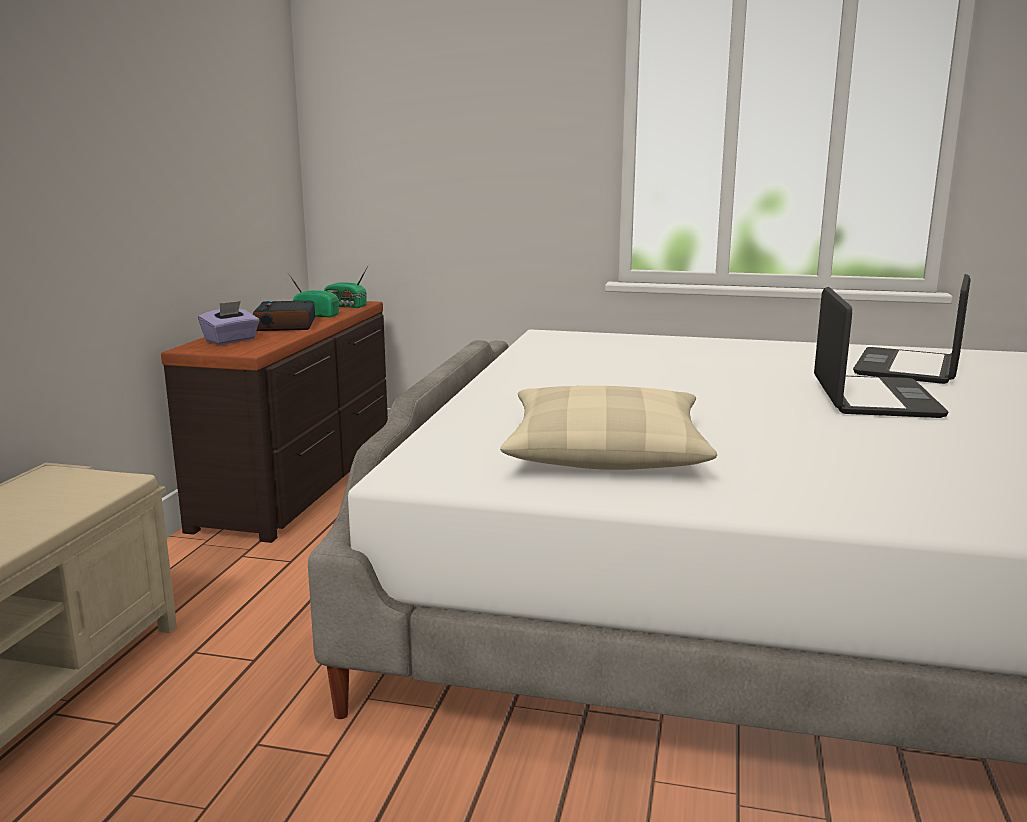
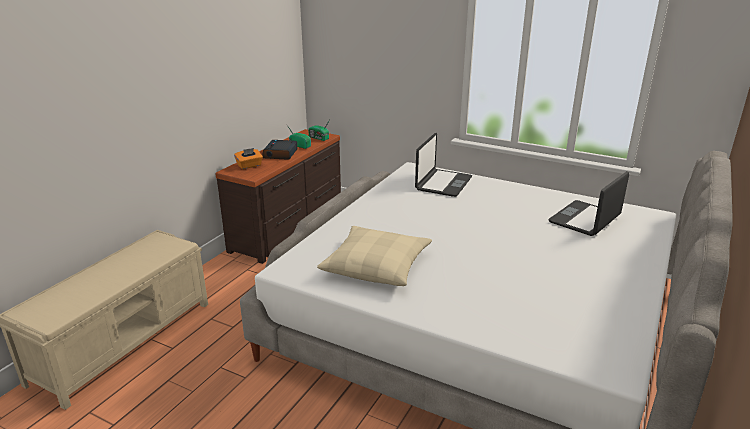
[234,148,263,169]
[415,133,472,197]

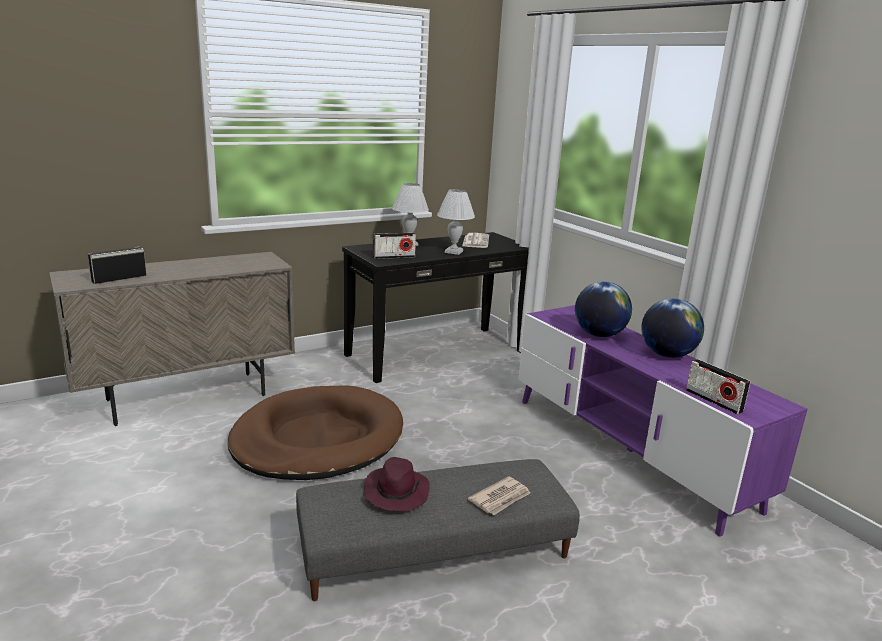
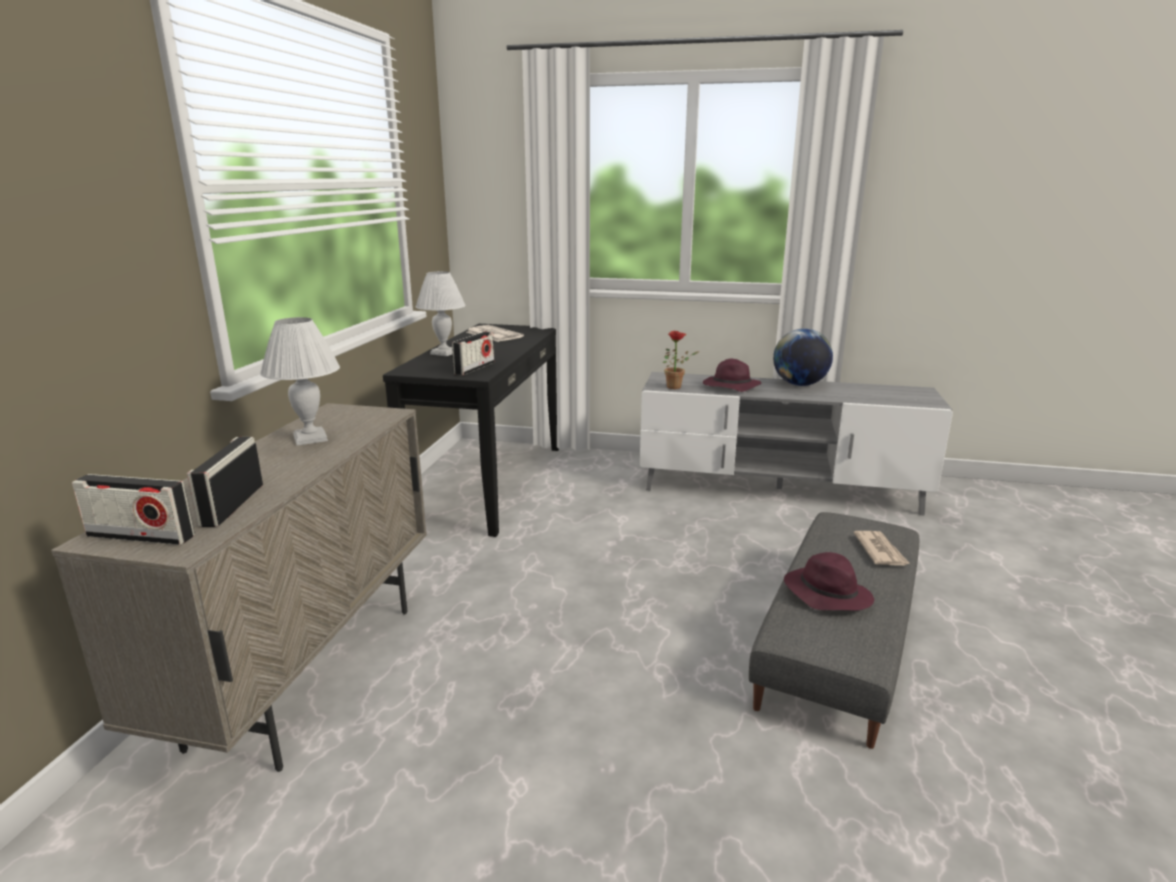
[72,474,195,545]
[260,317,340,446]
[640,372,953,516]
[663,331,700,389]
[703,359,761,392]
[228,386,403,480] (first image)

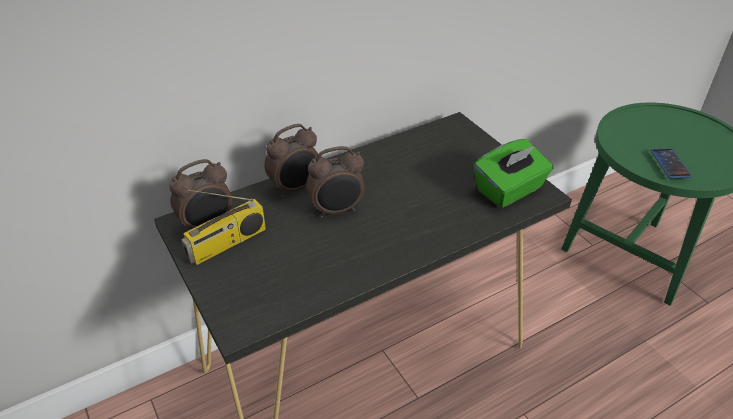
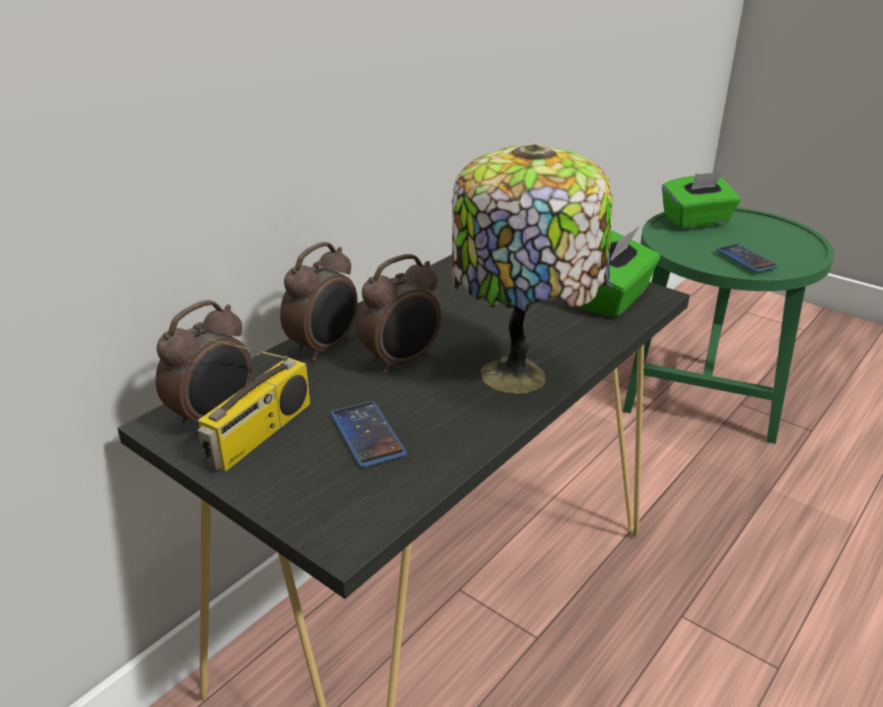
[330,401,407,468]
[452,144,612,394]
[662,172,741,228]

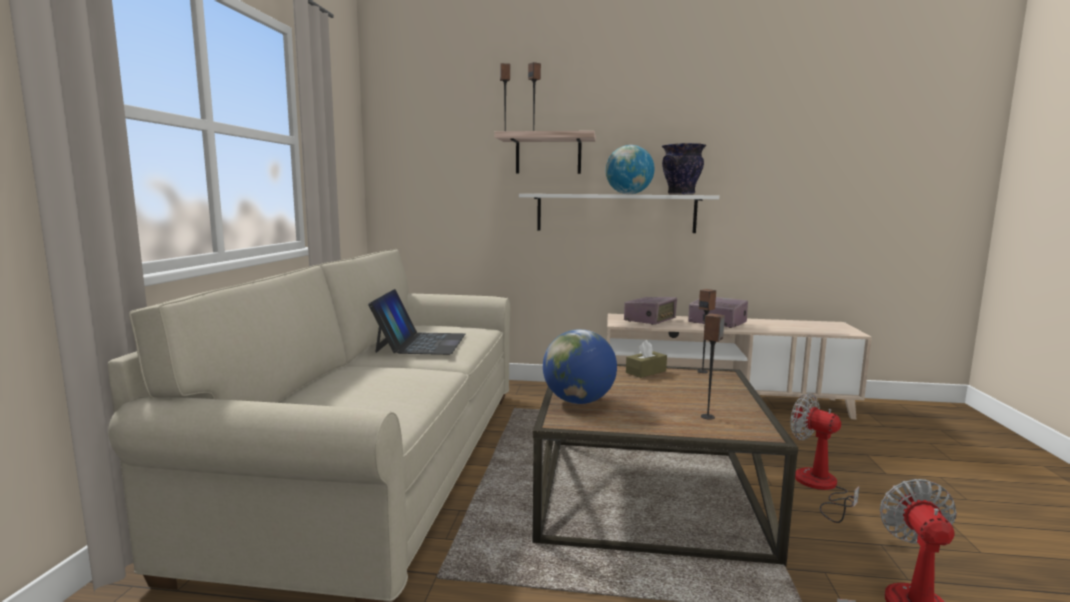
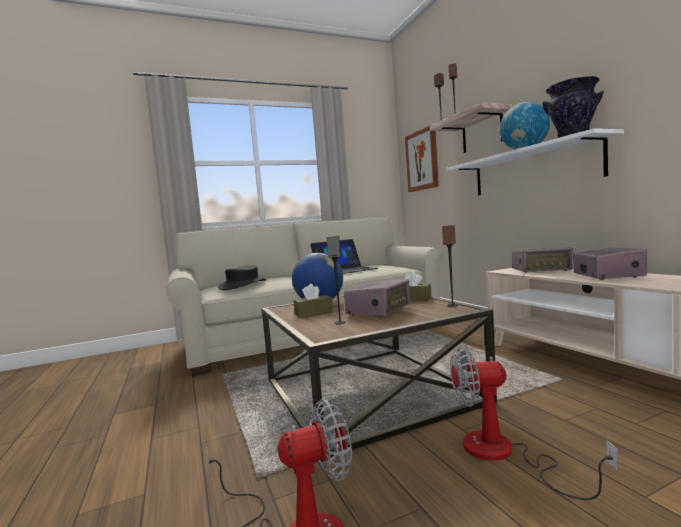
[218,265,267,290]
[293,284,333,318]
[344,279,410,317]
[405,126,439,192]
[450,346,618,500]

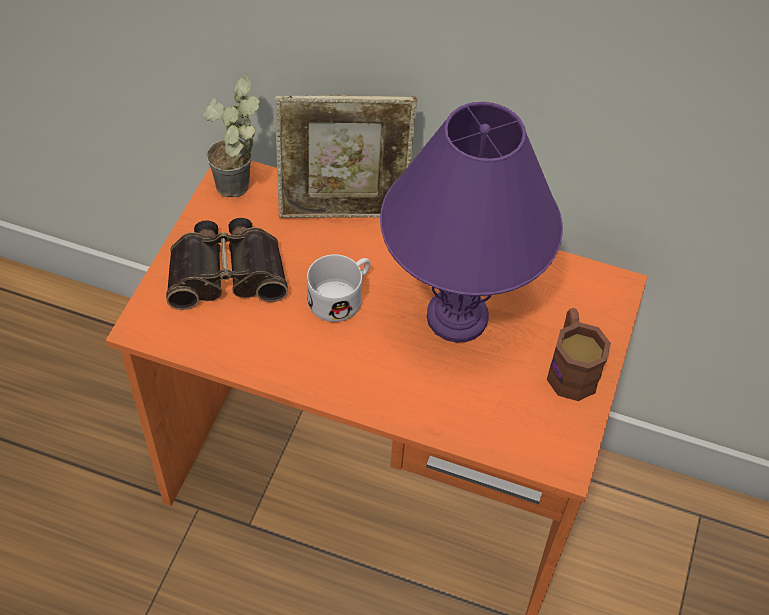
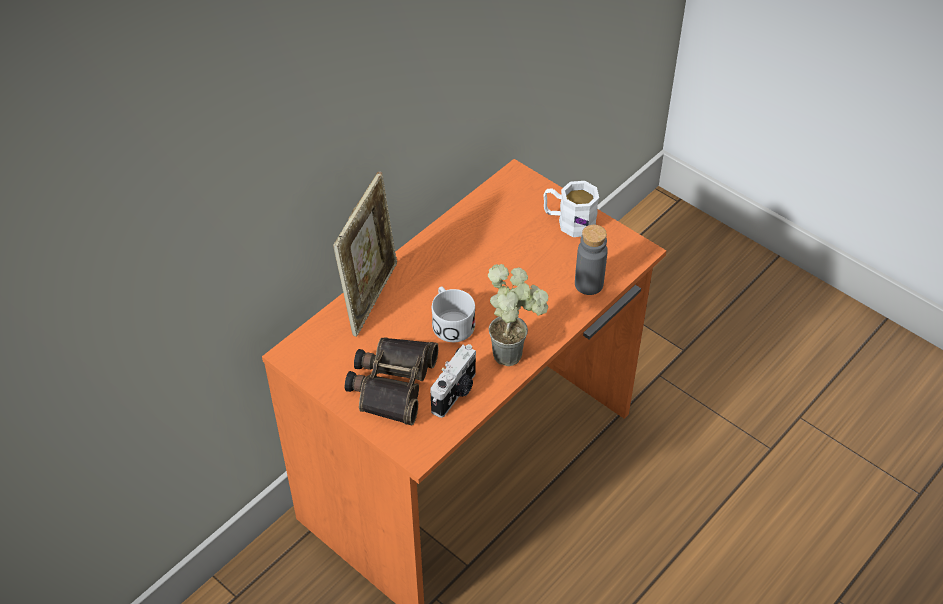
[430,344,476,418]
[488,264,548,366]
[543,181,599,237]
[575,225,608,295]
[380,102,563,342] (first image)

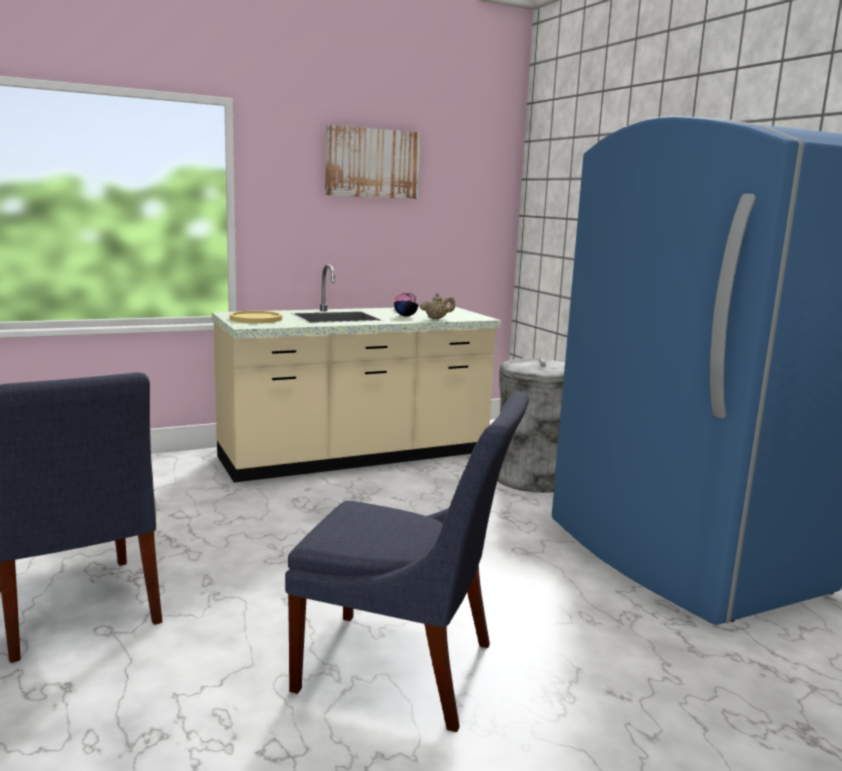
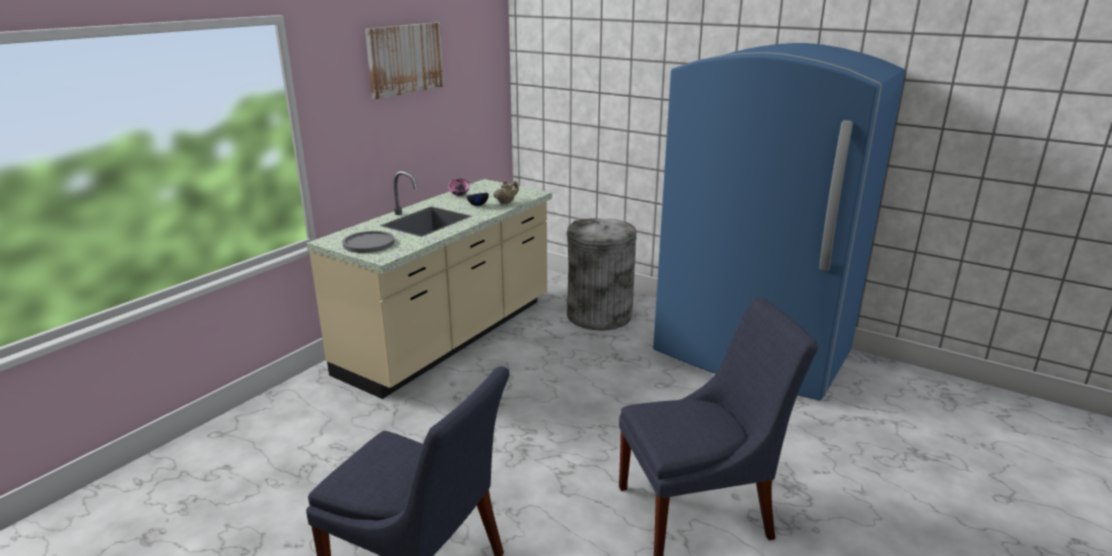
[342,231,395,253]

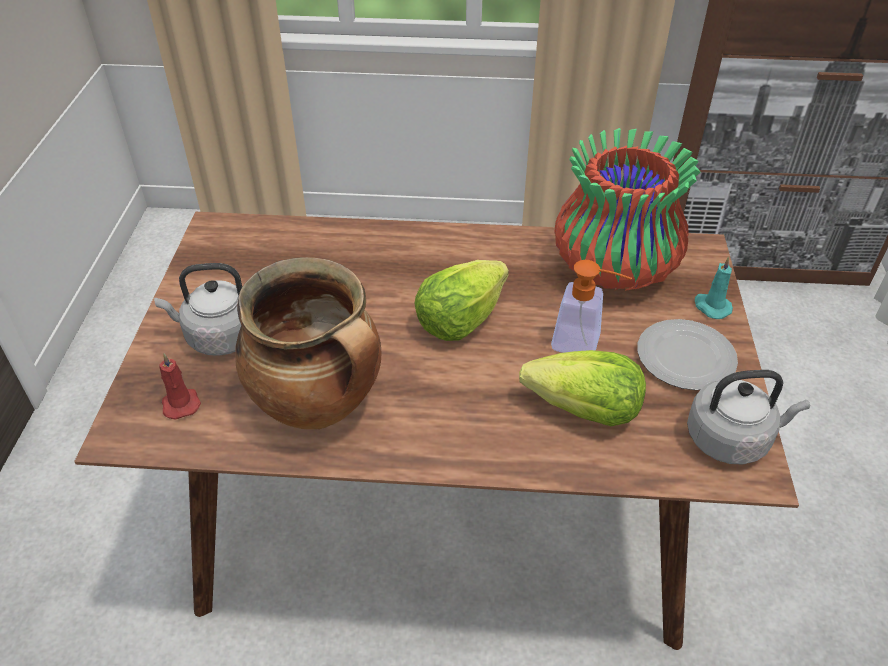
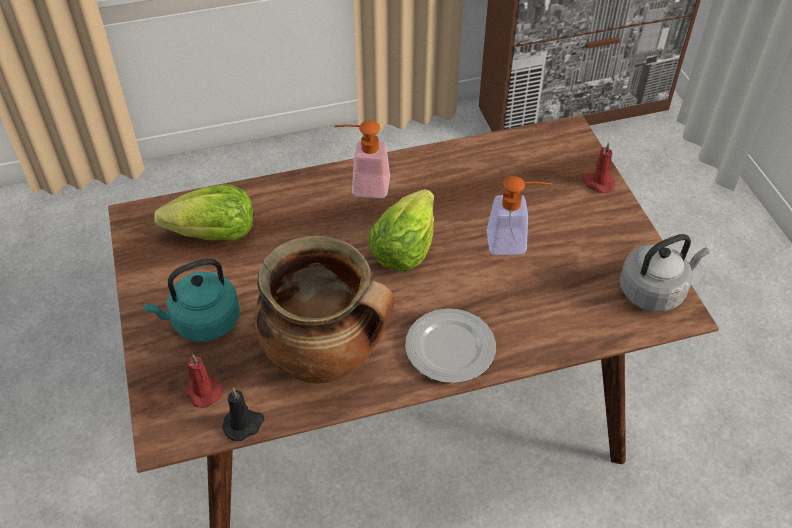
[143,258,240,342]
[154,185,253,241]
[222,388,264,441]
[334,120,390,198]
[405,308,496,383]
[582,142,615,193]
[554,128,701,291] (first image)

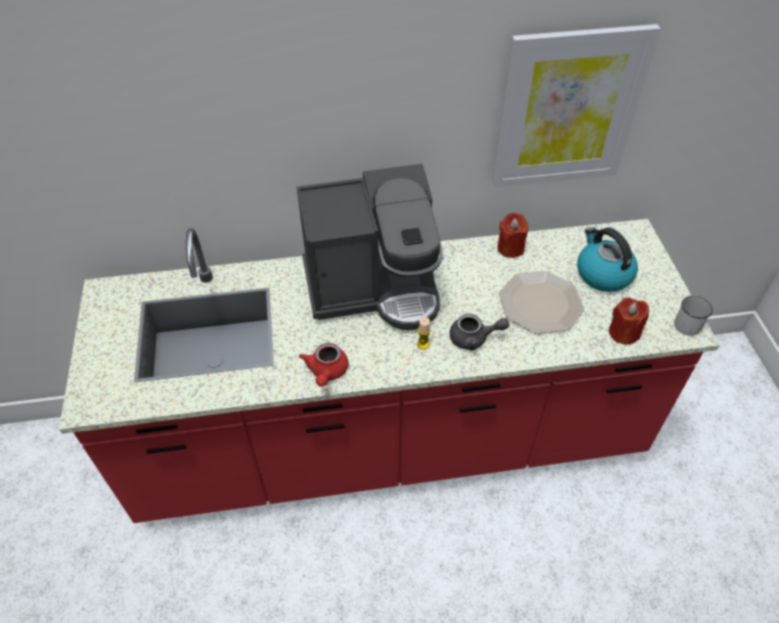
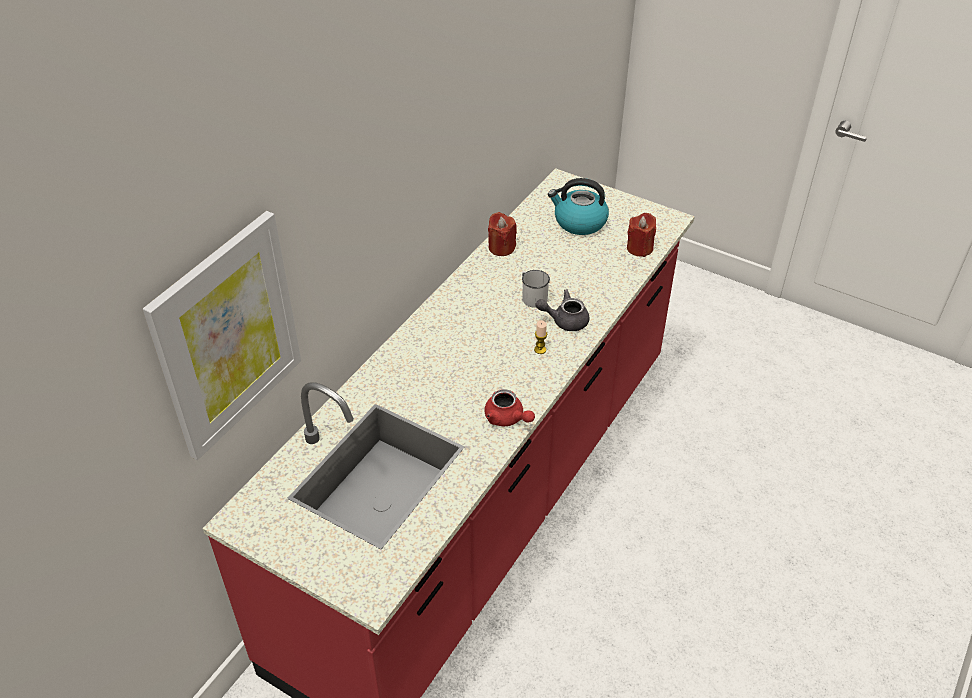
[143,211,301,460]
[522,270,550,308]
[535,289,589,331]
[297,164,444,330] (first image)
[499,271,584,334] (first image)

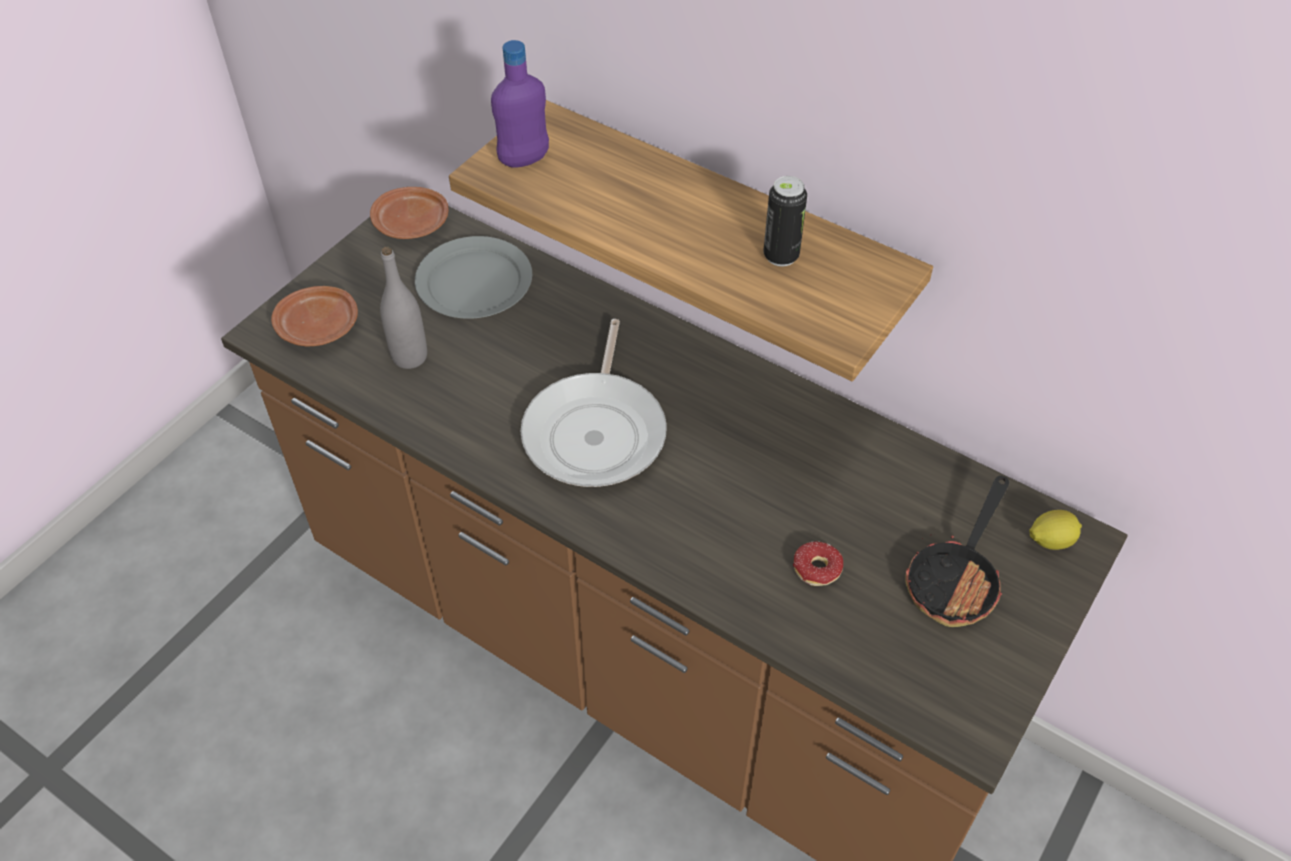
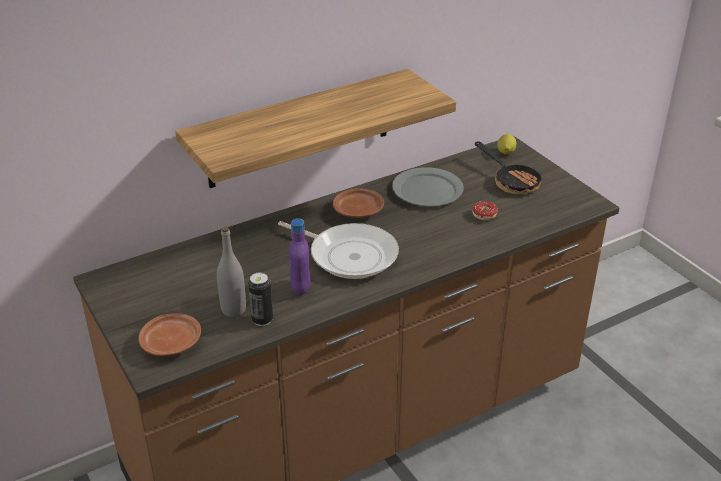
[248,272,273,326]
[289,218,311,295]
[333,188,384,218]
[392,167,464,206]

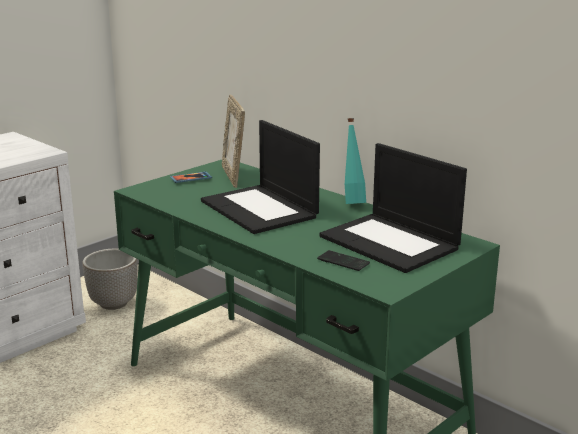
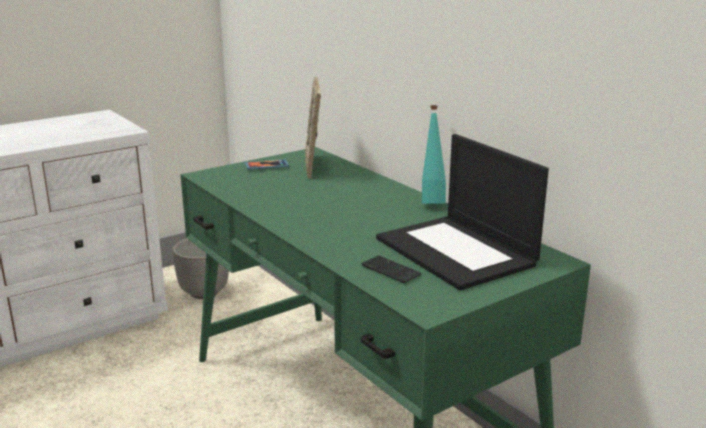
[201,120,320,234] (first image)

